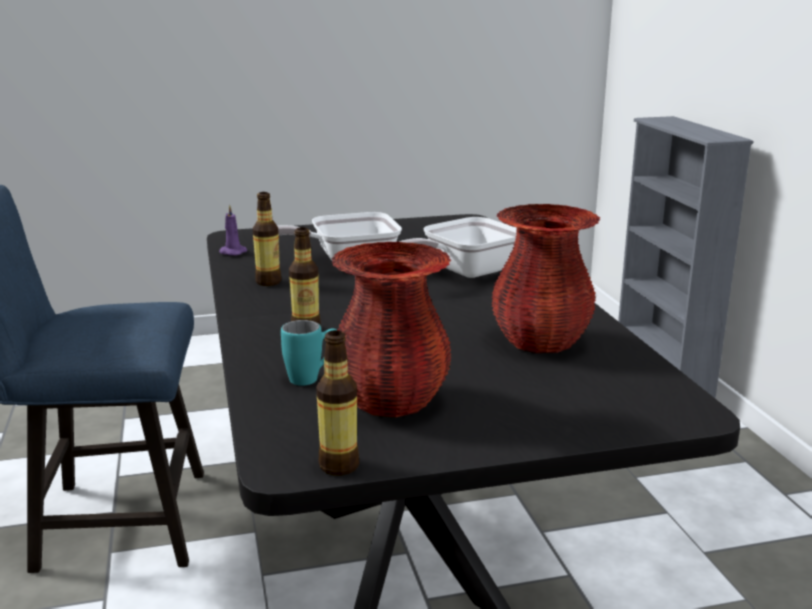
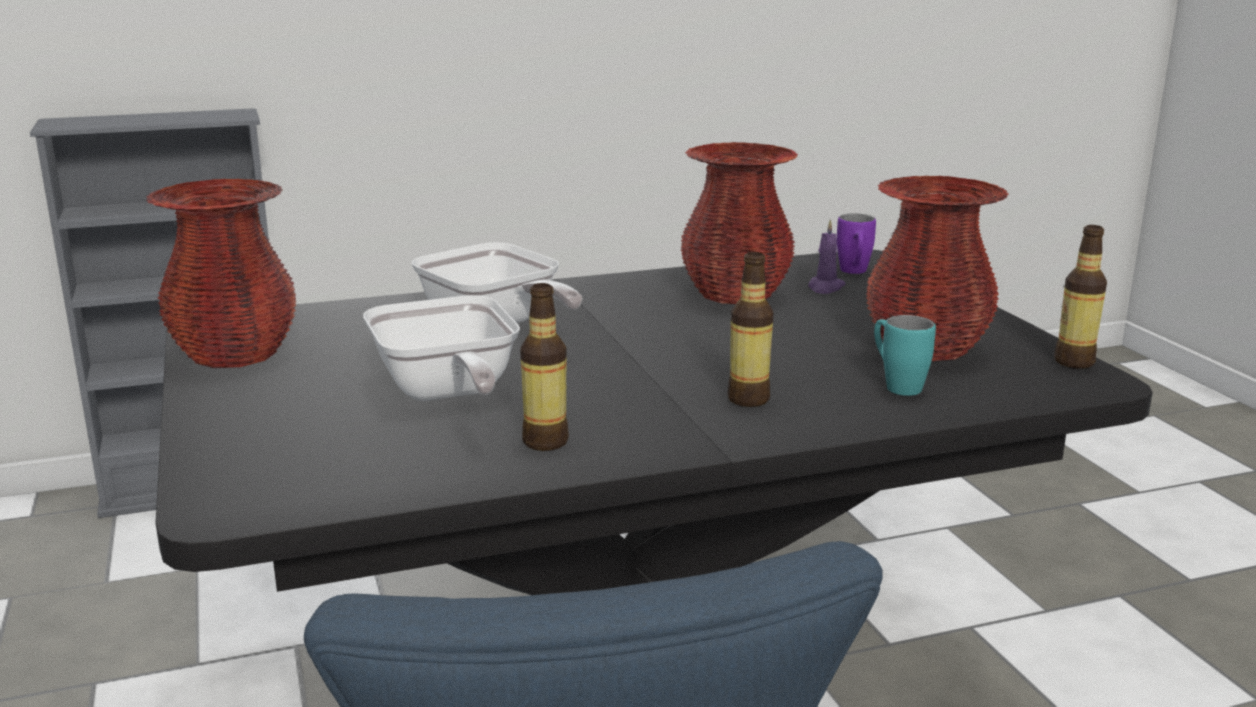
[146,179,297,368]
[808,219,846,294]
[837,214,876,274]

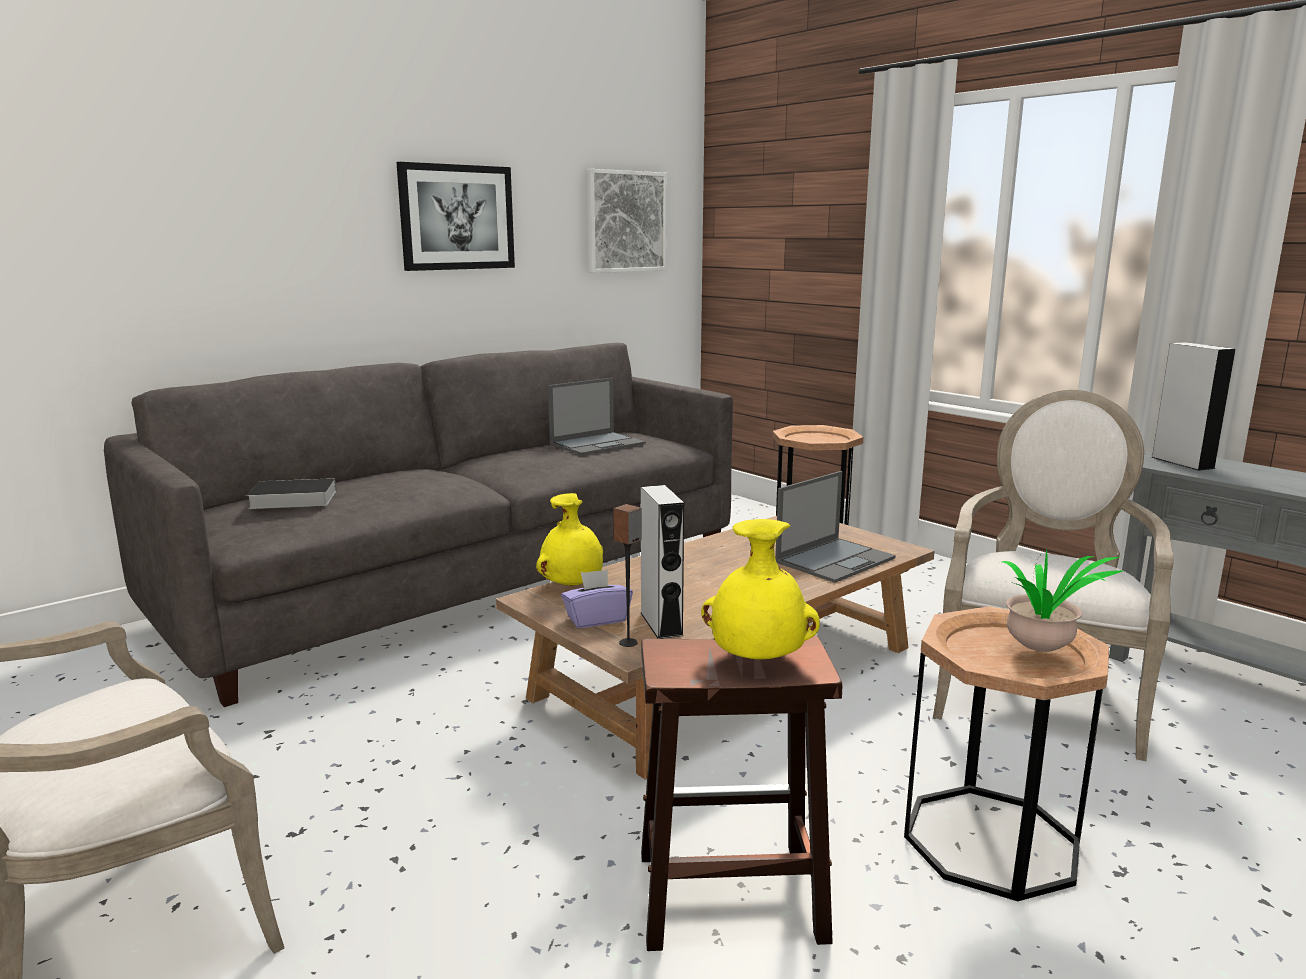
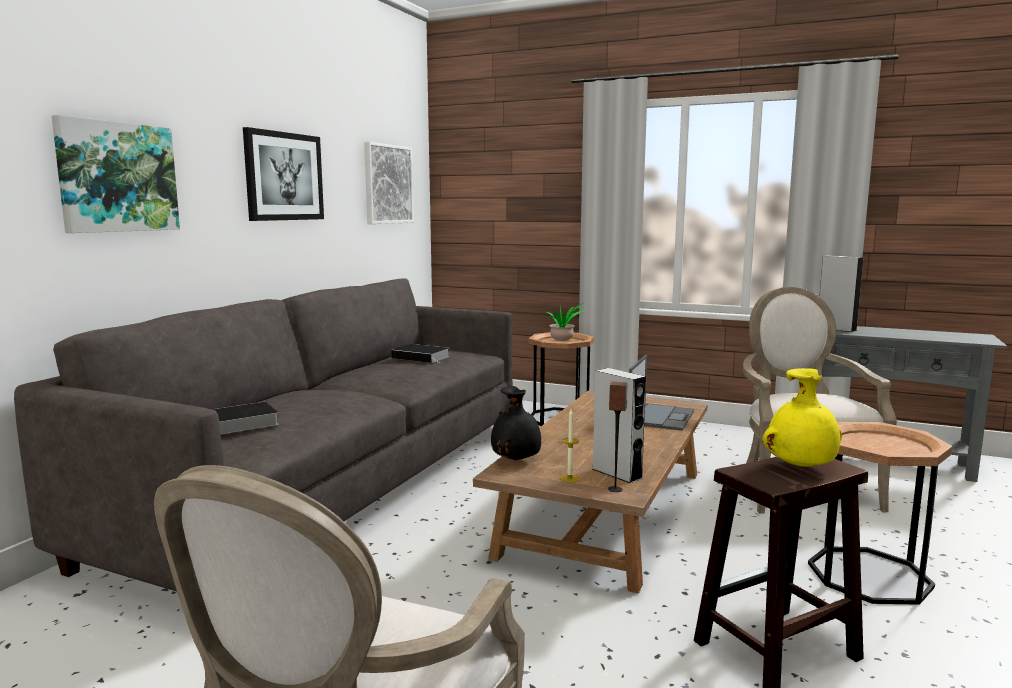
[52,115,180,233]
[391,344,449,363]
[491,386,541,461]
[544,303,584,341]
[560,409,580,483]

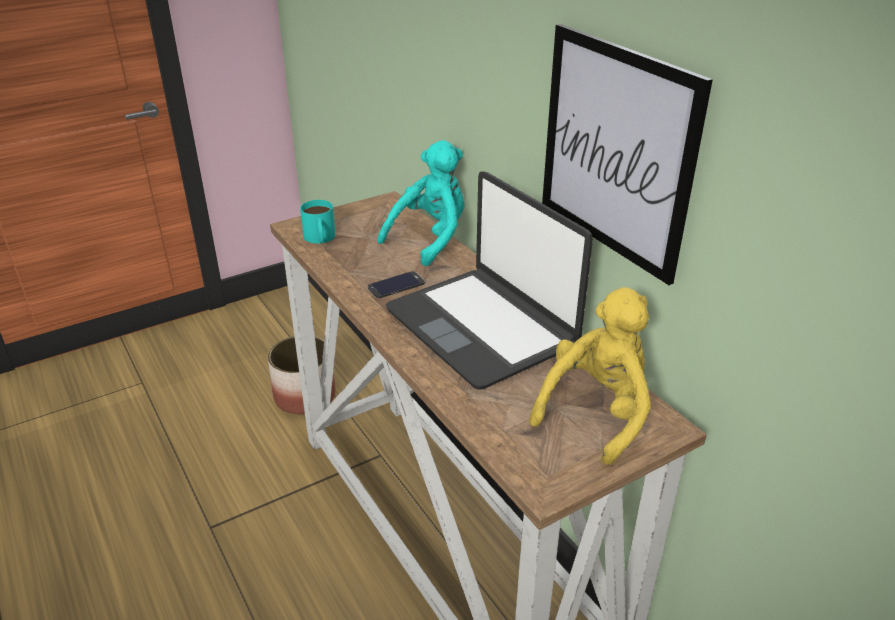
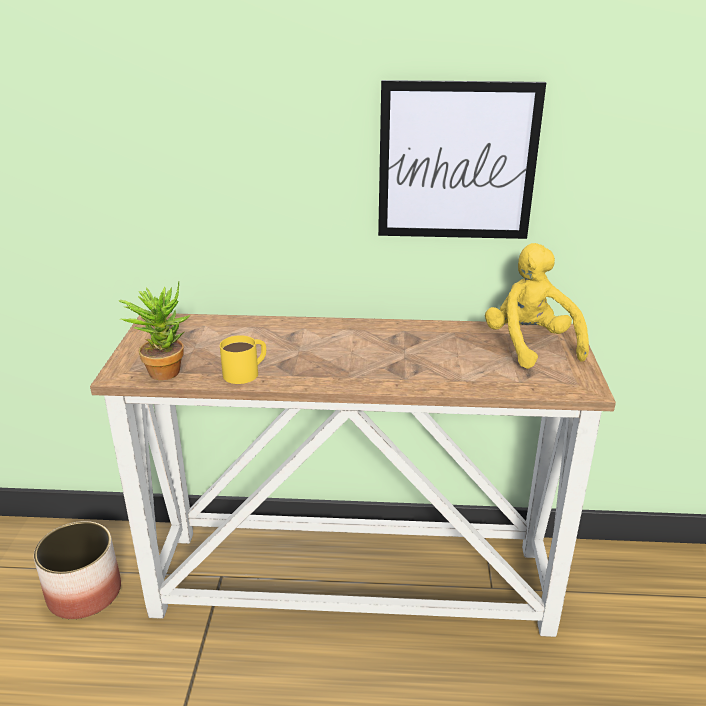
[119,282,190,380]
[220,335,266,384]
[368,271,424,298] (first image)
[377,140,464,266] (first image)
[386,172,593,390] (first image)

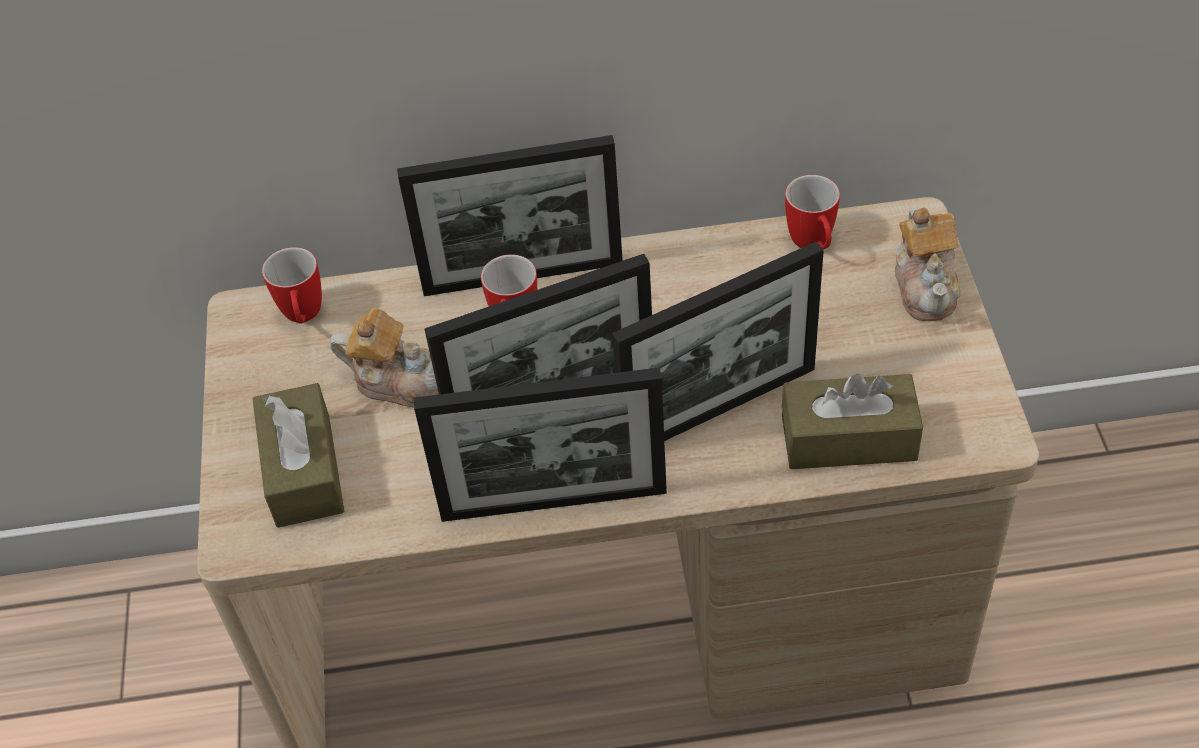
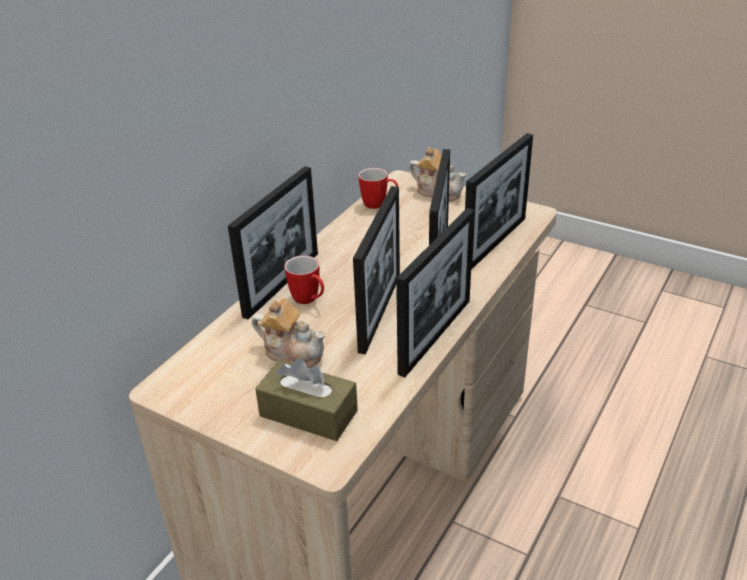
[252,298,326,368]
[465,133,533,270]
[262,247,322,324] (first image)

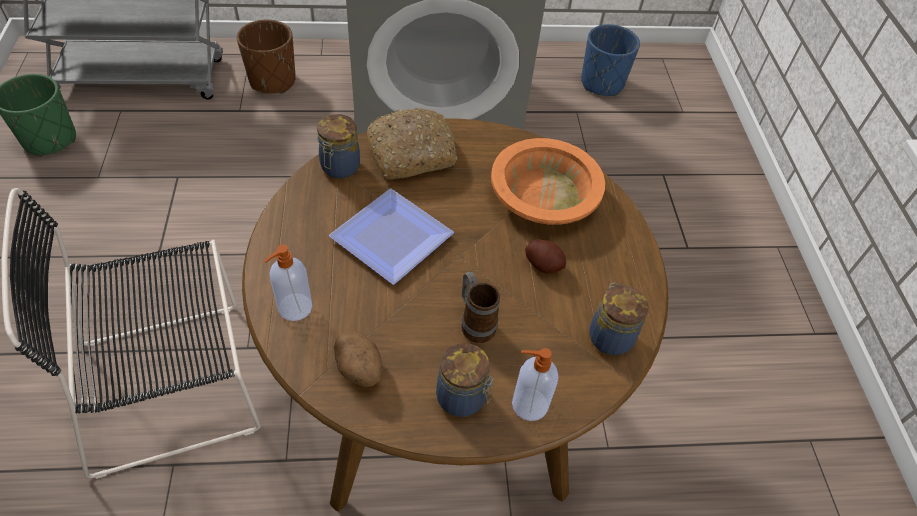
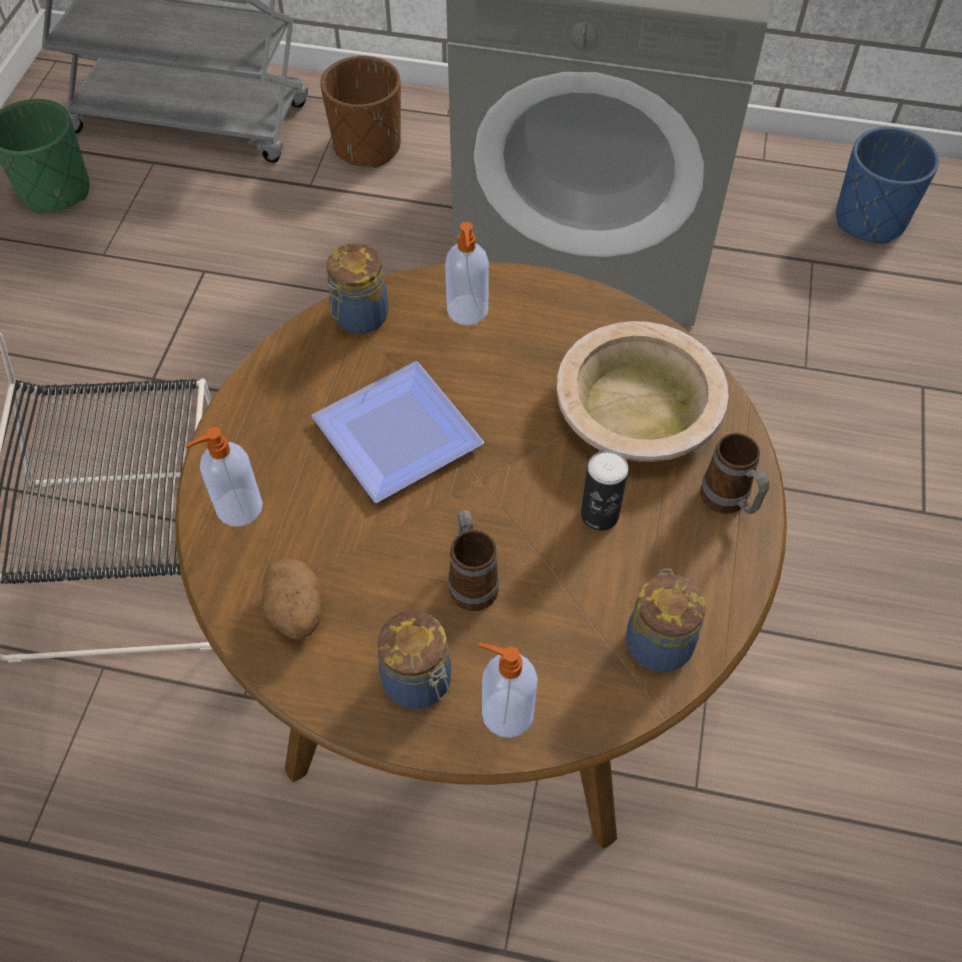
[445,222,489,325]
[557,321,729,462]
[581,450,629,531]
[700,433,769,514]

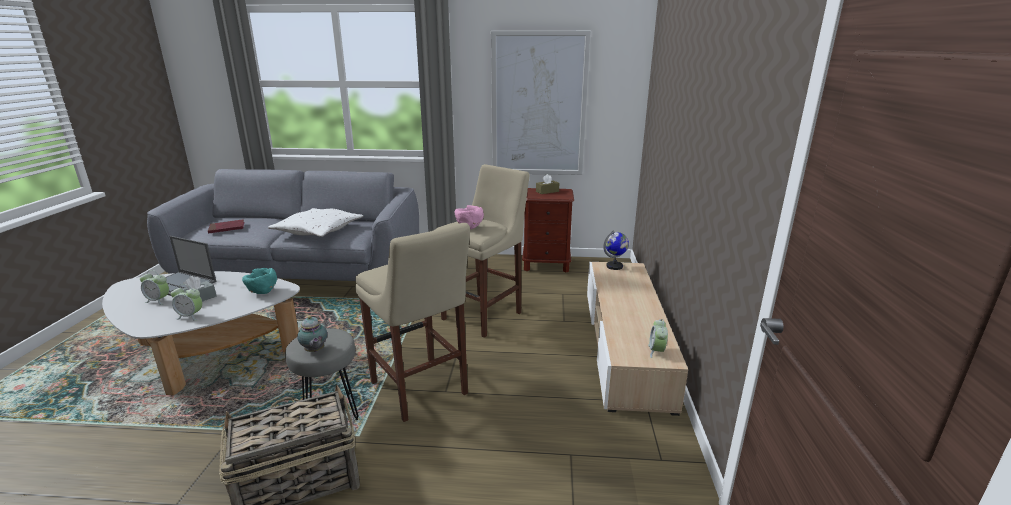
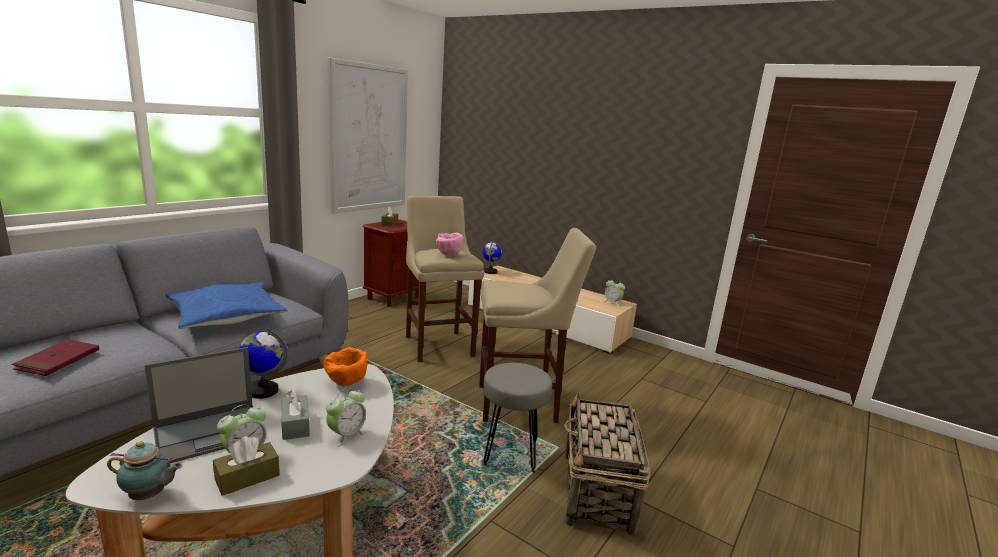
[107,441,183,500]
[166,282,288,329]
[213,436,280,496]
[239,329,288,399]
[324,347,367,386]

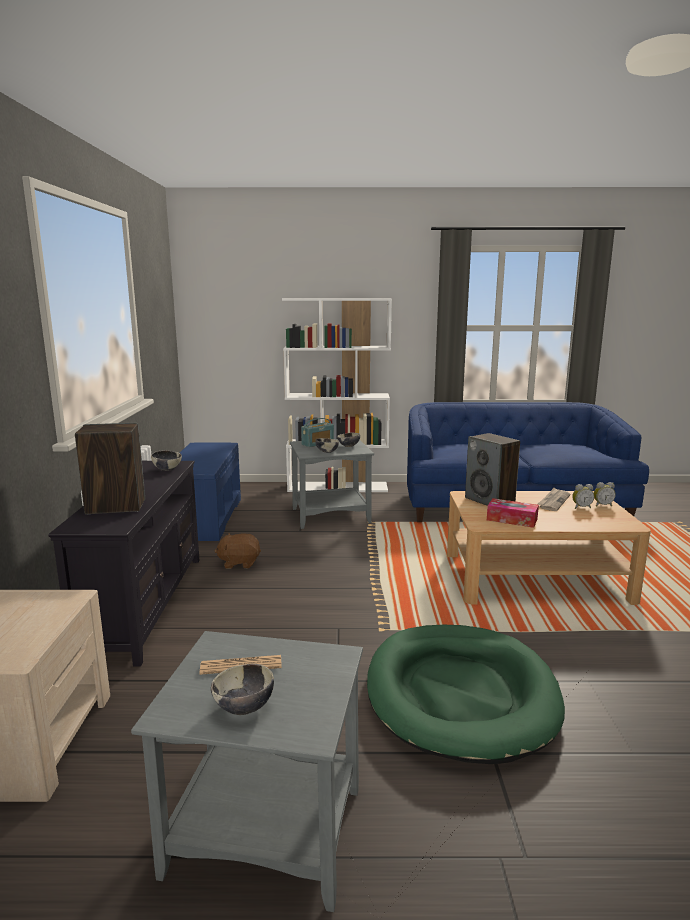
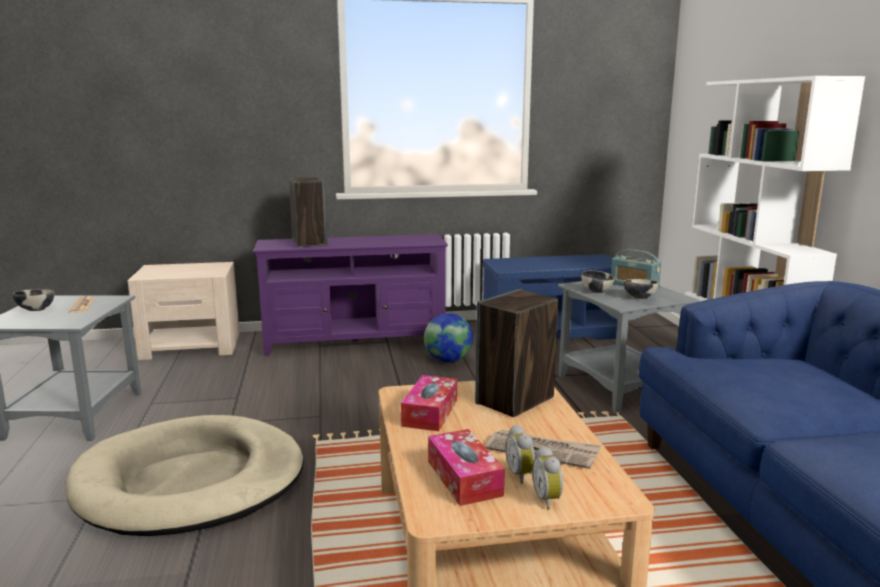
[65,415,304,536]
[253,234,448,356]
[424,313,473,362]
[428,429,505,506]
[151,450,182,471] (first image)

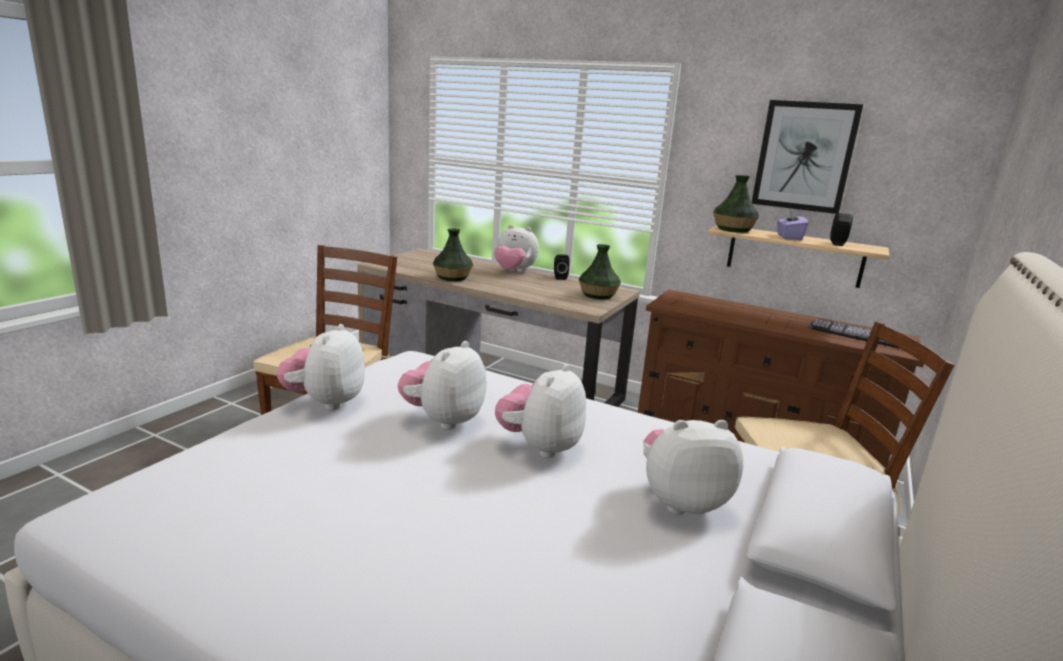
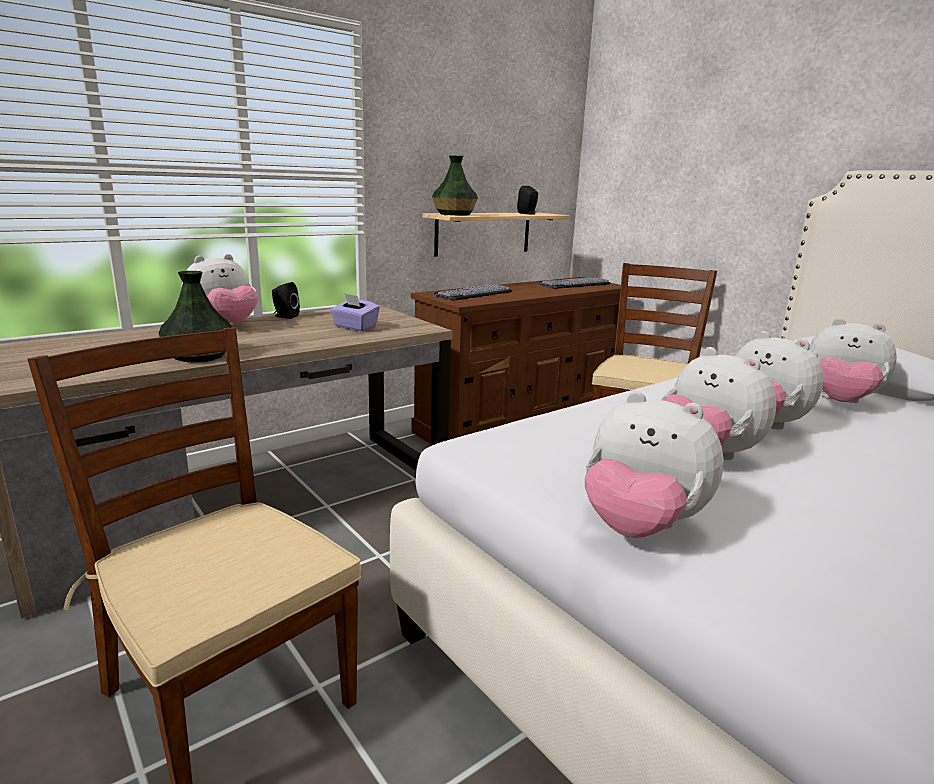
[330,293,380,331]
[434,284,512,300]
[809,318,897,403]
[579,244,621,299] (first image)
[752,100,863,214] (first image)

